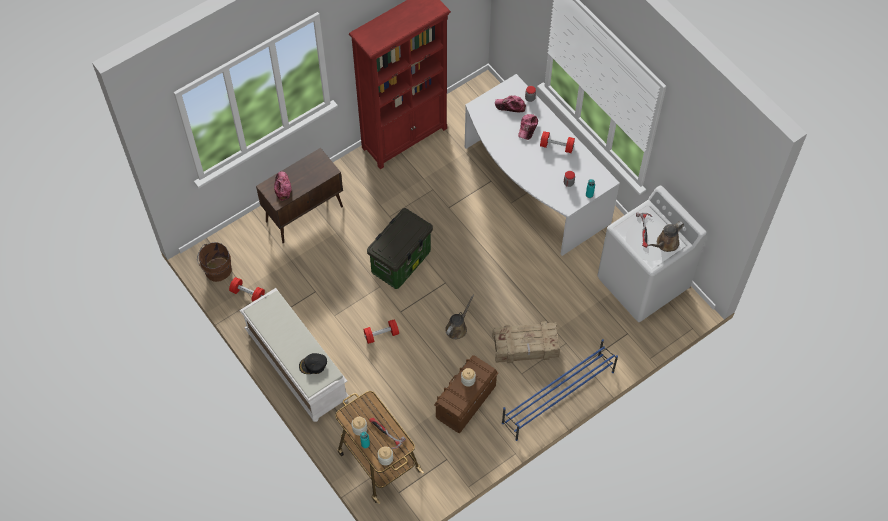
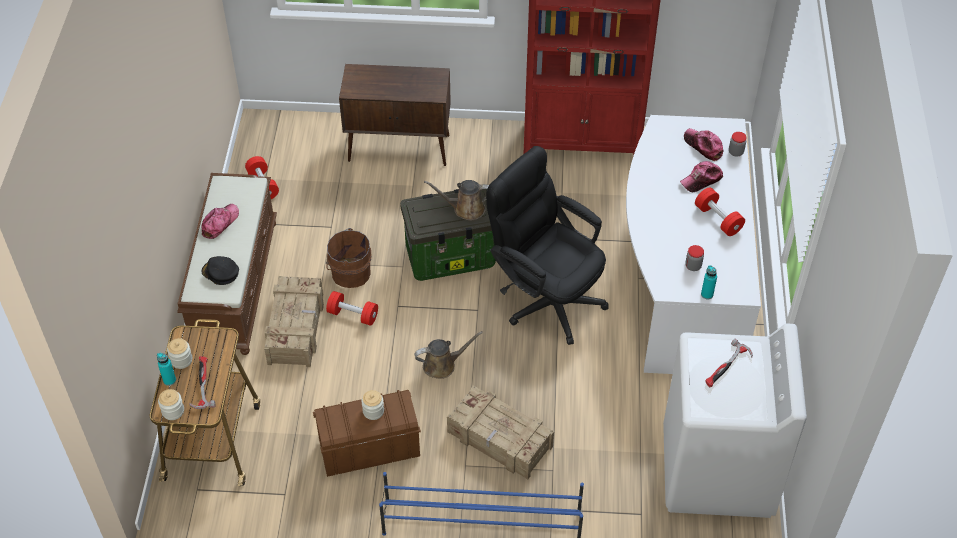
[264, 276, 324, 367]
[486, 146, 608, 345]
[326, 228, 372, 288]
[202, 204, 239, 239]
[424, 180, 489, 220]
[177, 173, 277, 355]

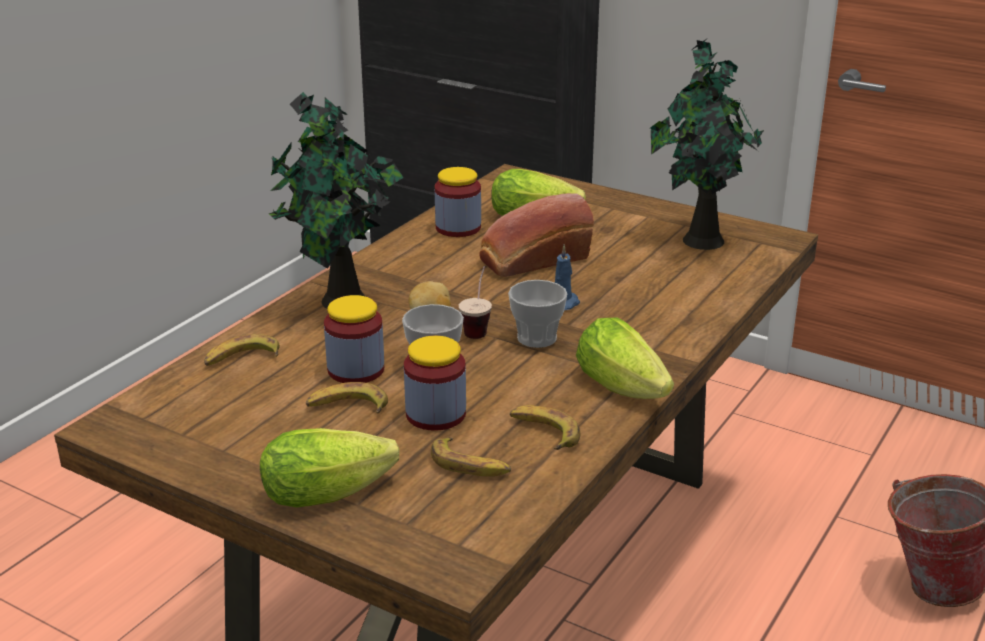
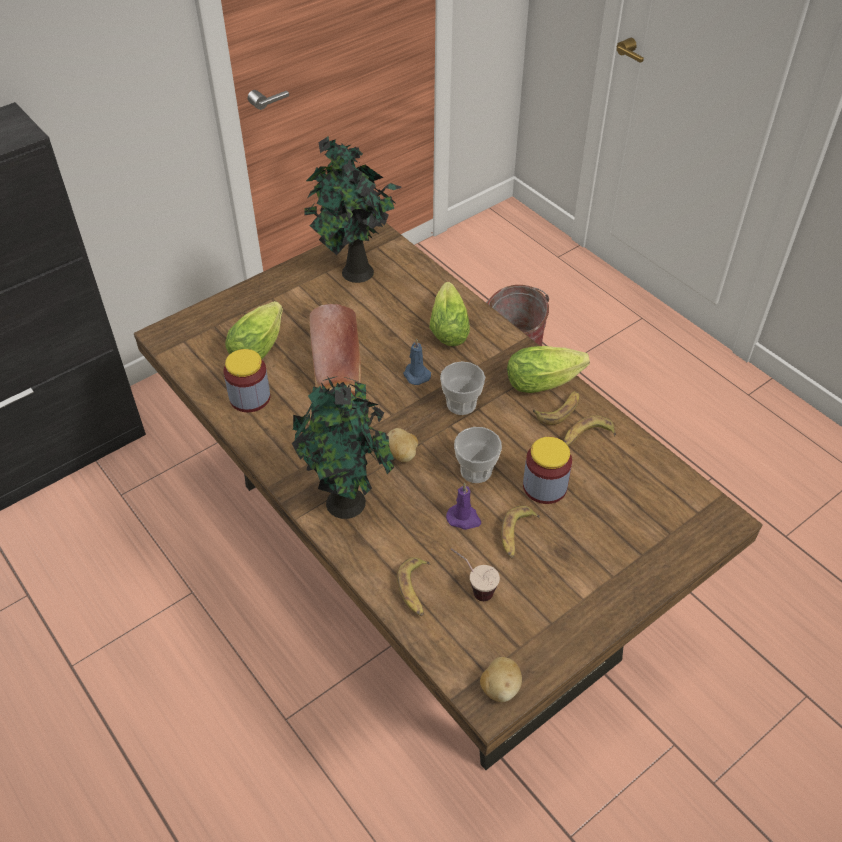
[480, 657, 522, 702]
[430, 282, 470, 346]
[533, 391, 579, 425]
[451, 548, 500, 601]
[446, 483, 481, 530]

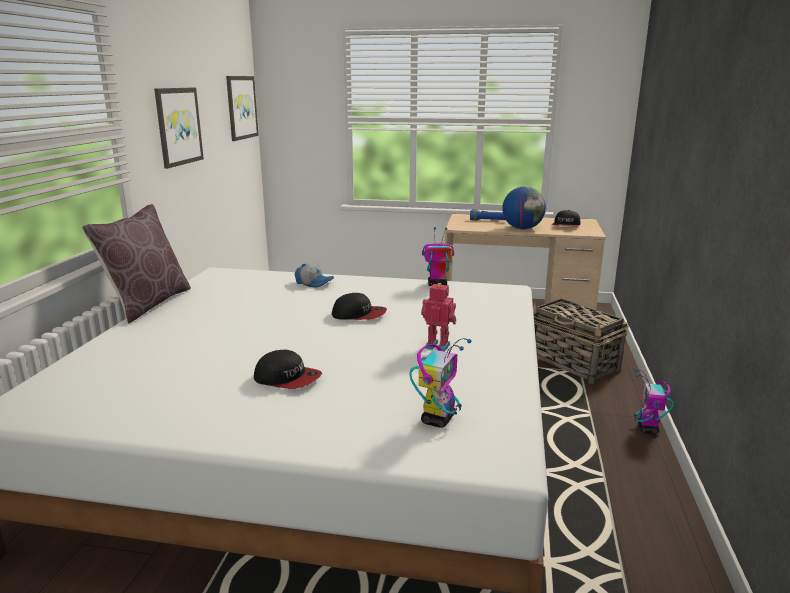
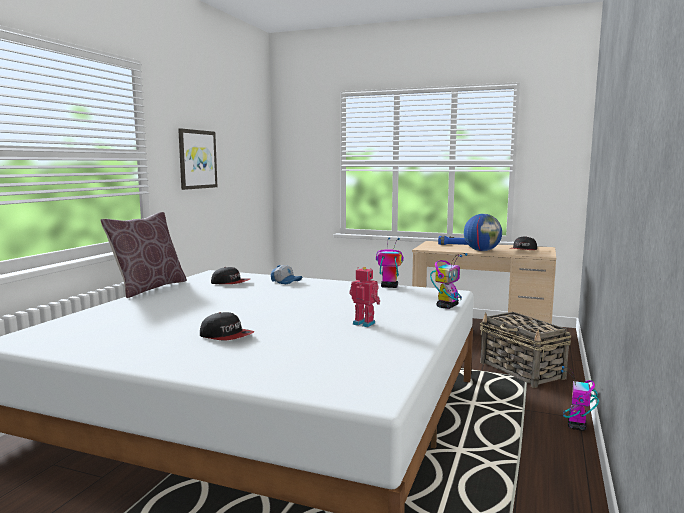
[226, 76, 259, 141] (first image)
[211, 267, 250, 284]
[430, 253, 468, 309]

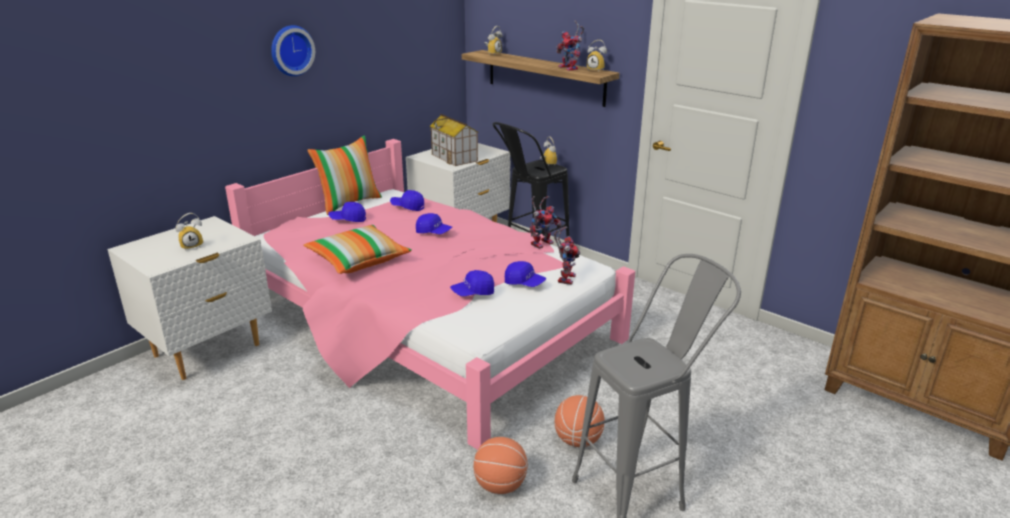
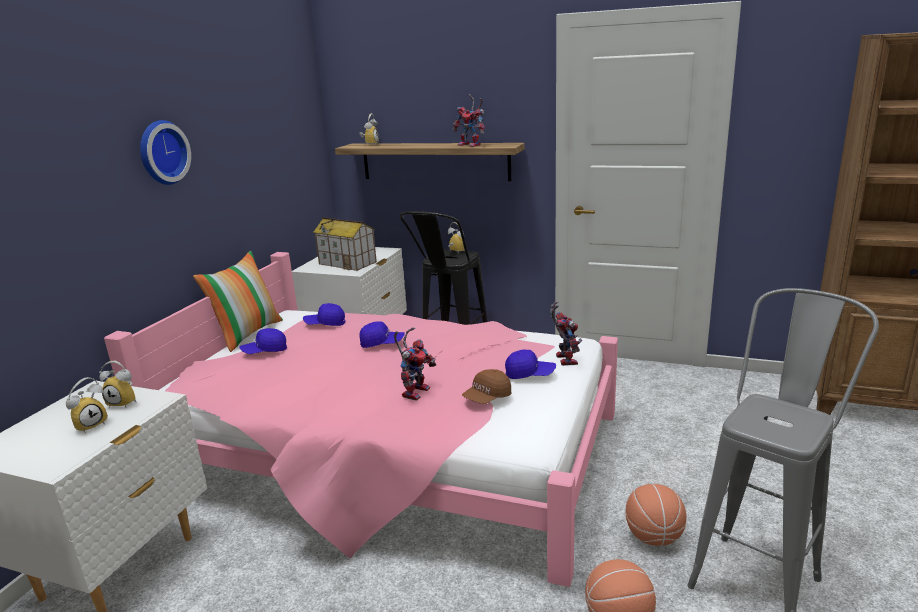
[303, 225, 412, 274] (first image)
[394, 327, 436, 401]
[99, 361, 137, 408]
[462, 369, 511, 404]

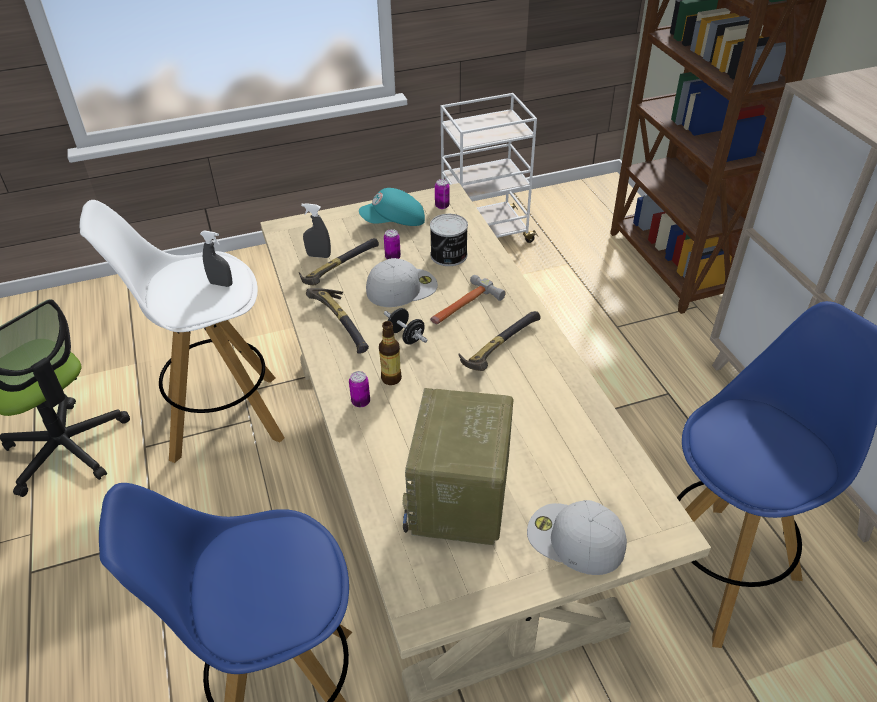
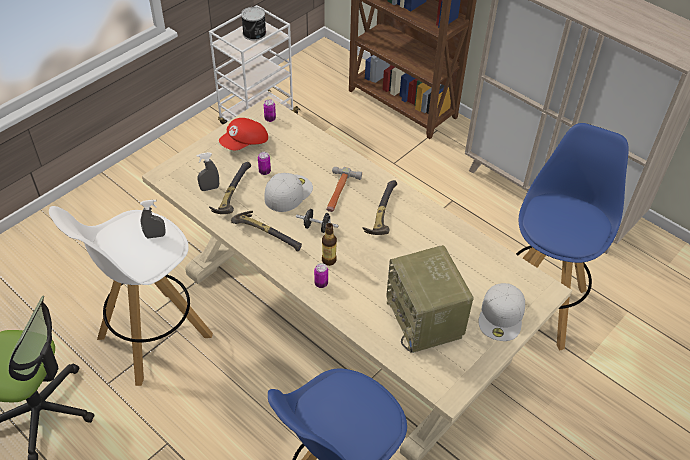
[241, 7, 266, 41]
[219, 118, 268, 150]
[479, 283, 525, 341]

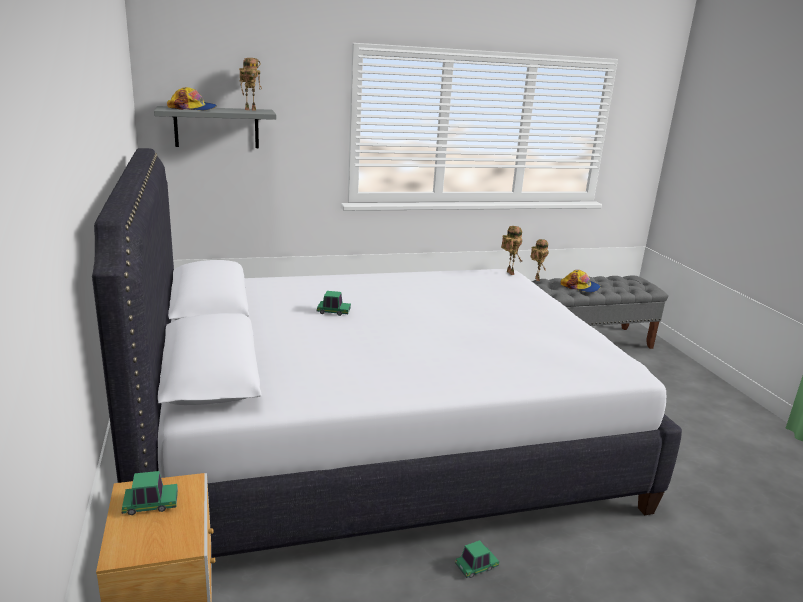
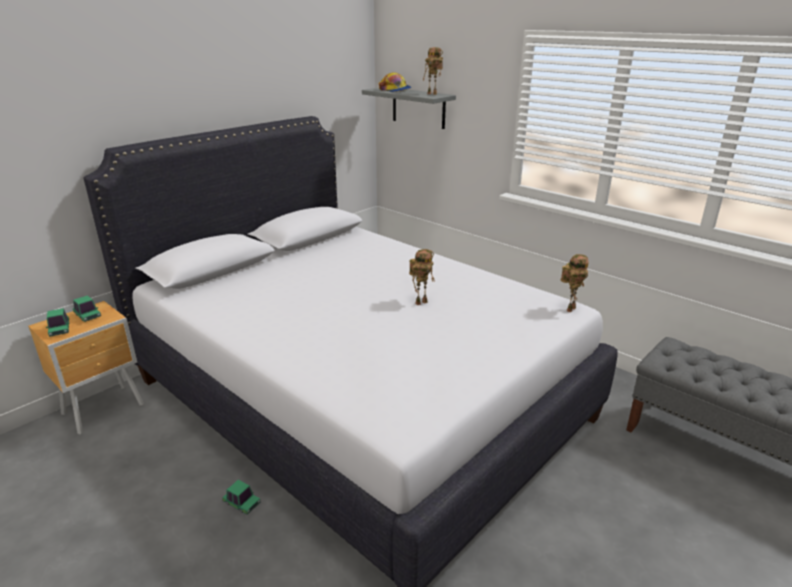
[561, 270, 600, 293] (first image)
[46, 308, 69, 337]
[409, 249, 435, 305]

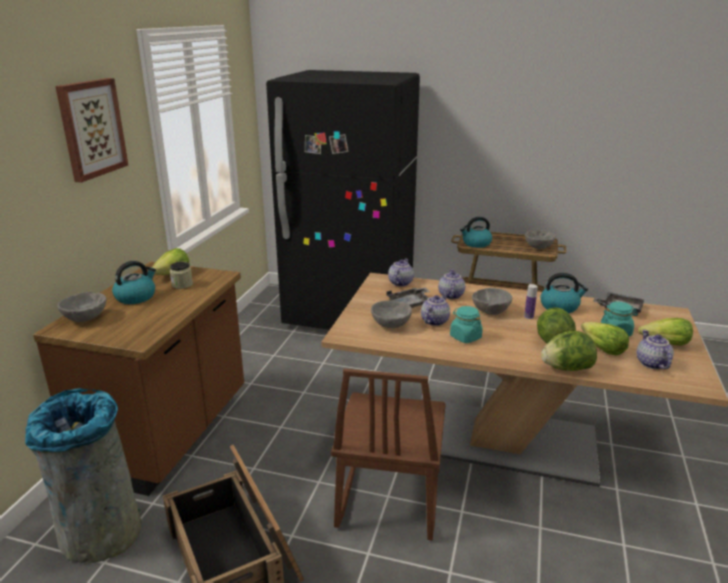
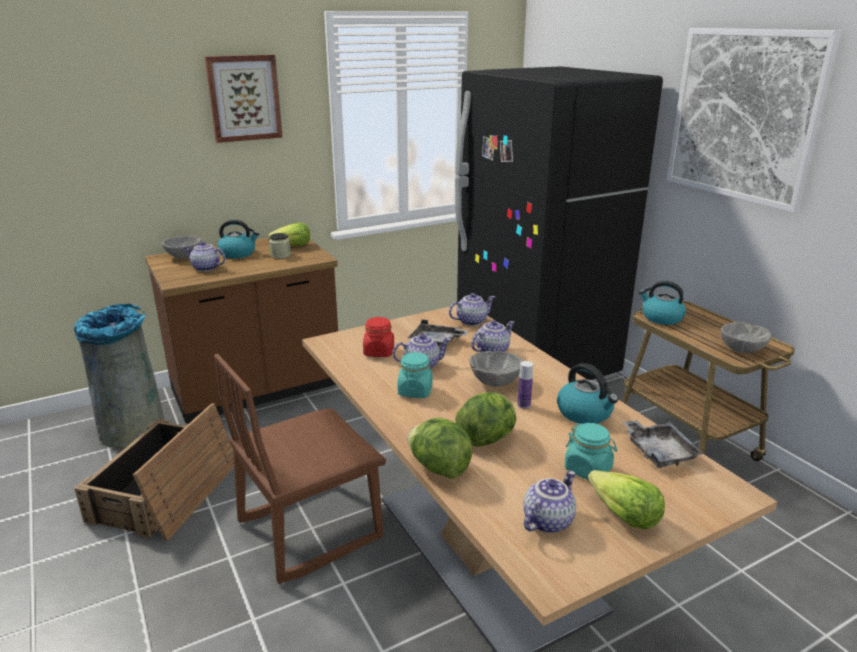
[581, 322, 629, 355] (first image)
[184, 242, 226, 272]
[667, 28, 842, 213]
[363, 317, 394, 357]

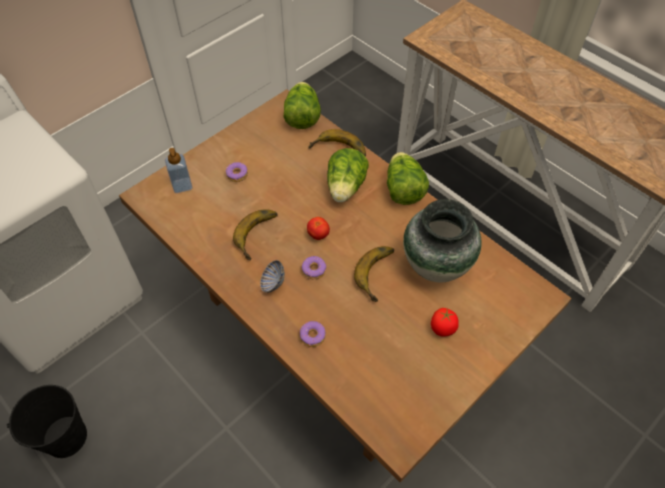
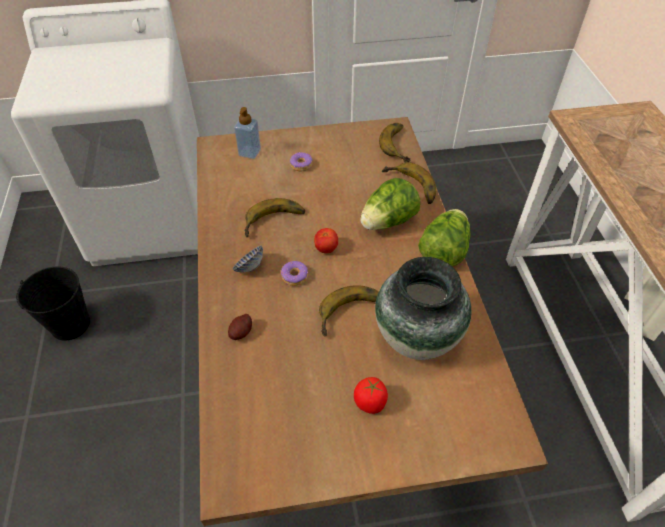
[379, 123, 410, 163]
[228, 314, 252, 340]

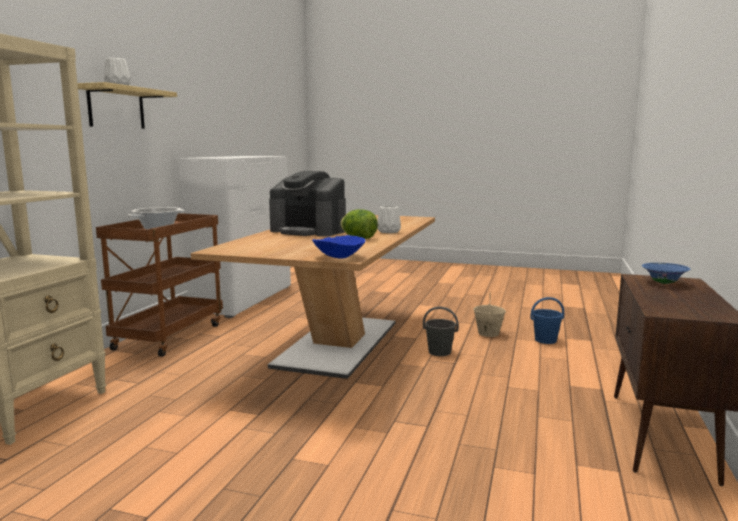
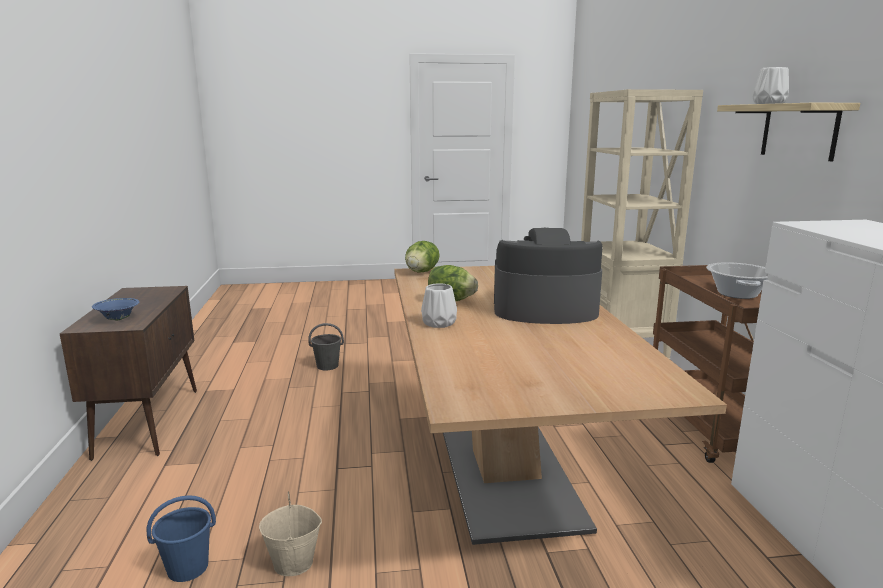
[308, 323, 344, 370]
[405, 241, 440, 273]

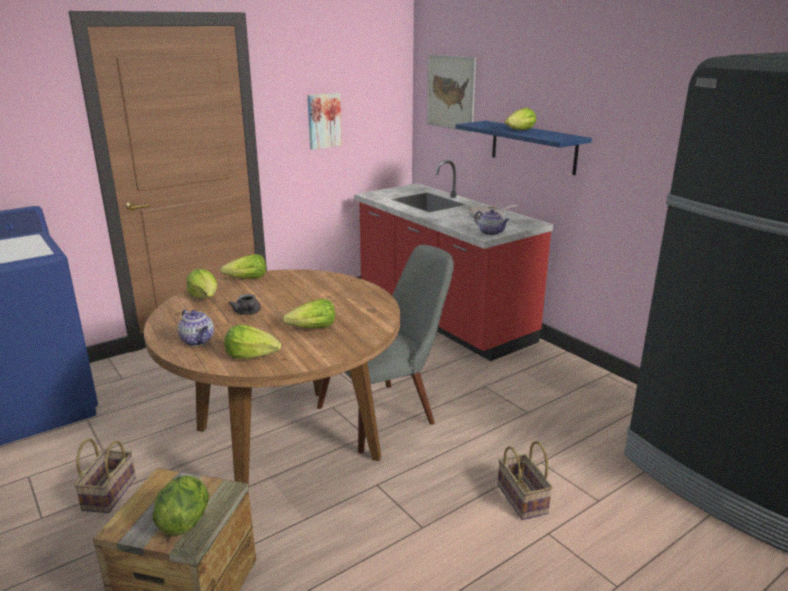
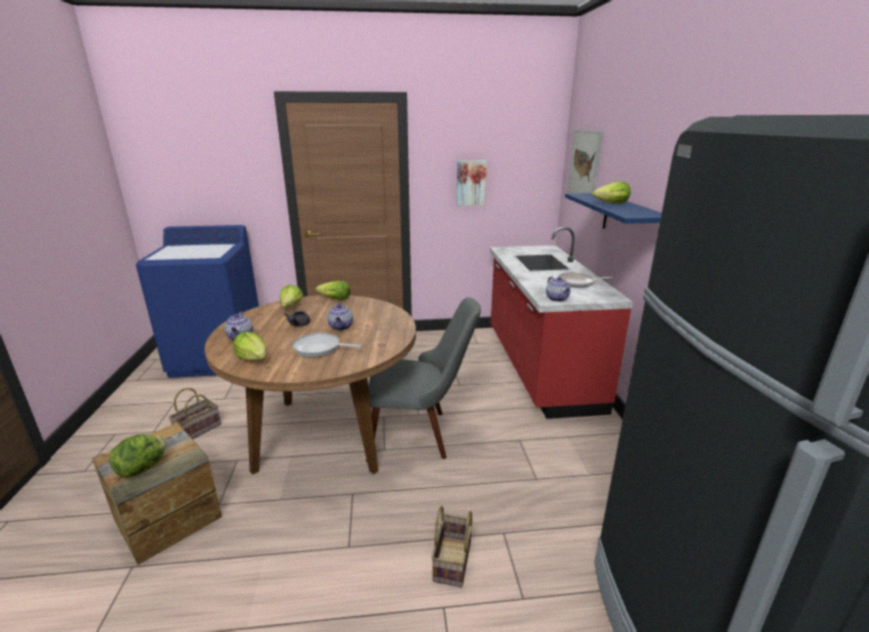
[327, 303, 353, 330]
[293, 333, 361, 357]

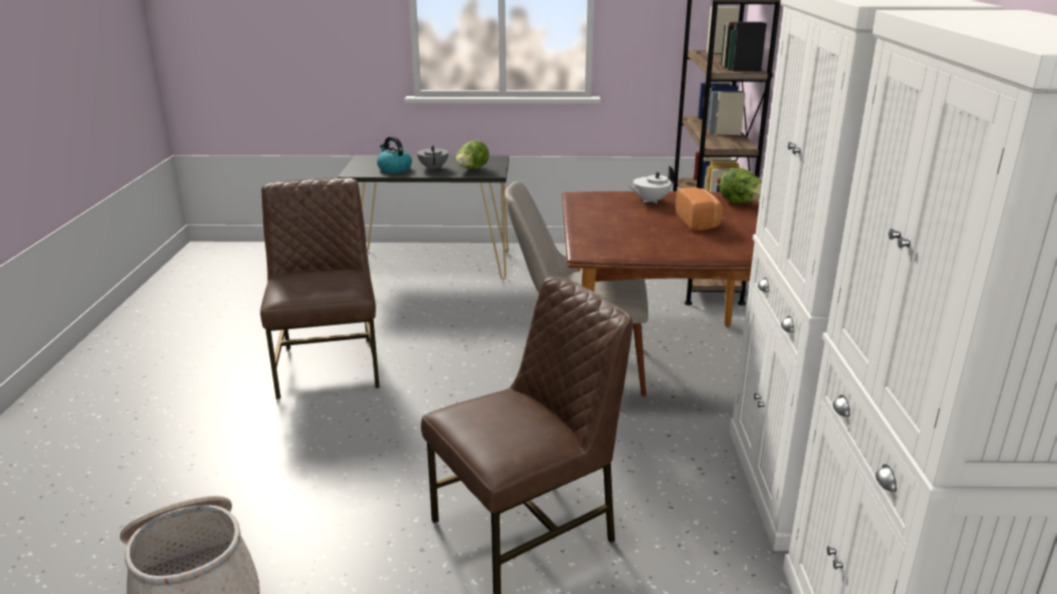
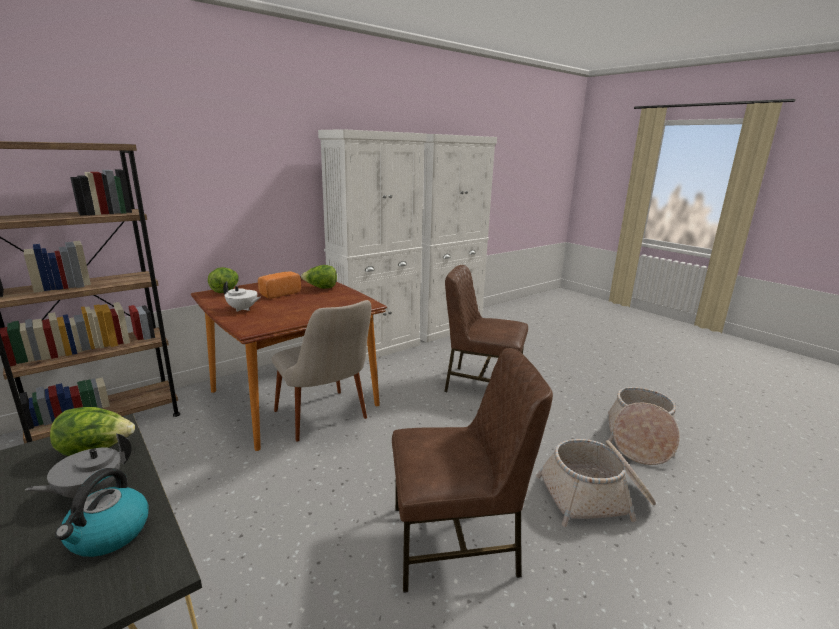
[301, 265, 337, 289]
[536, 439, 656, 527]
[392, 348, 553, 593]

